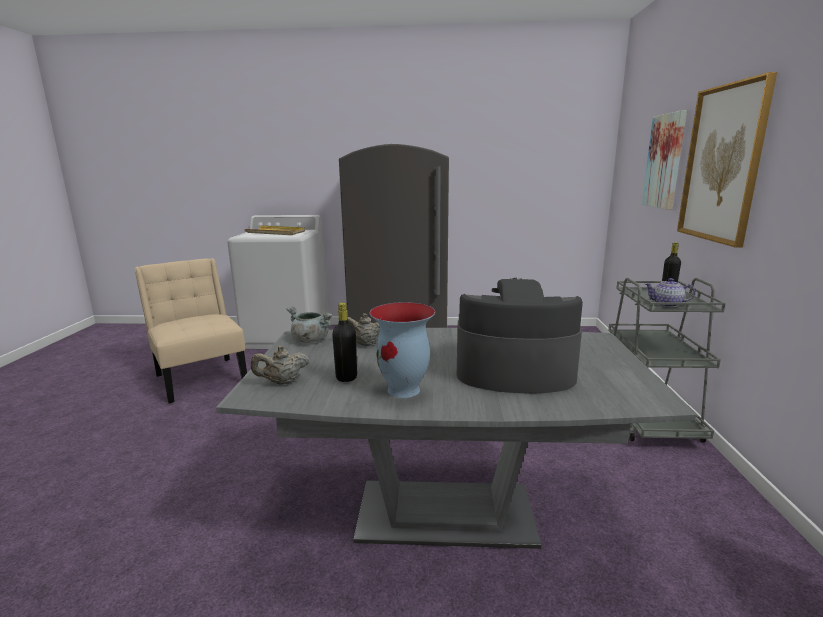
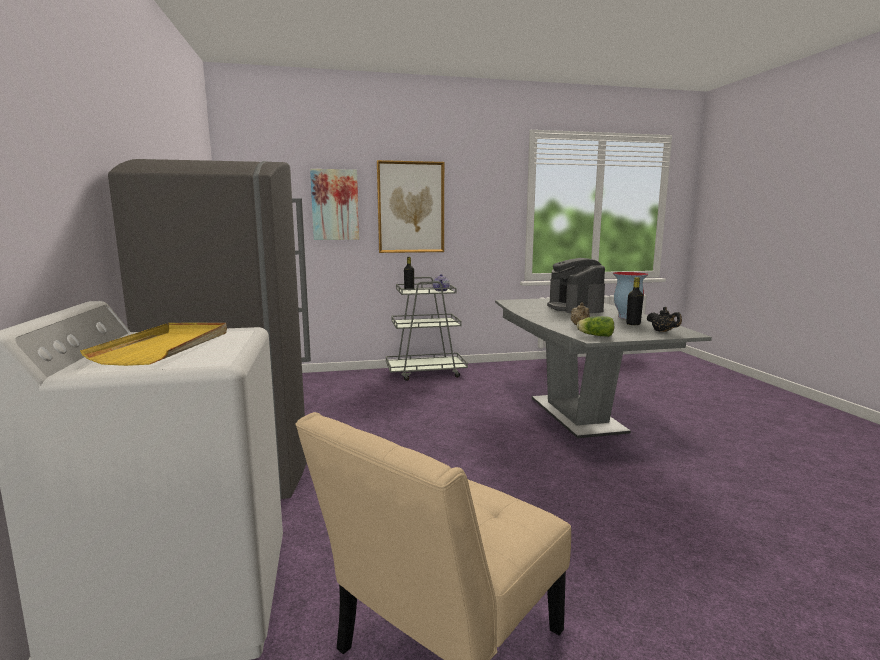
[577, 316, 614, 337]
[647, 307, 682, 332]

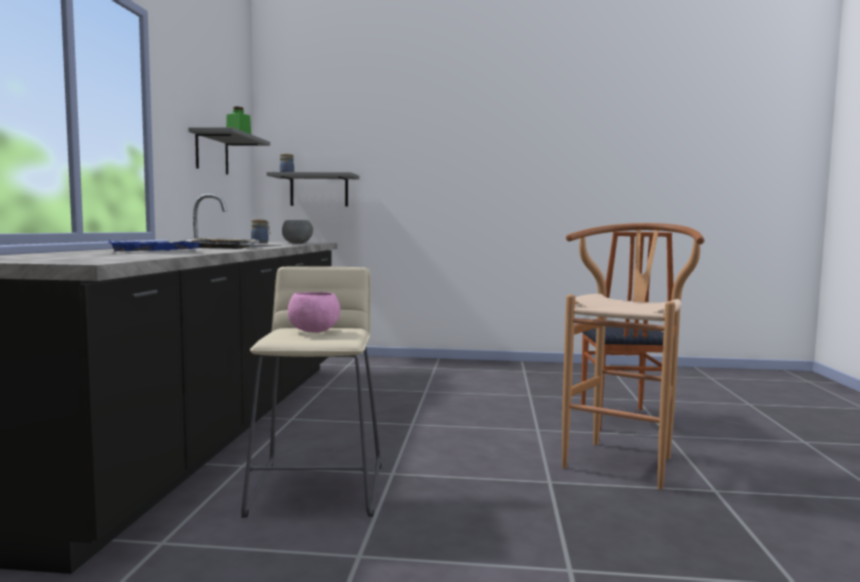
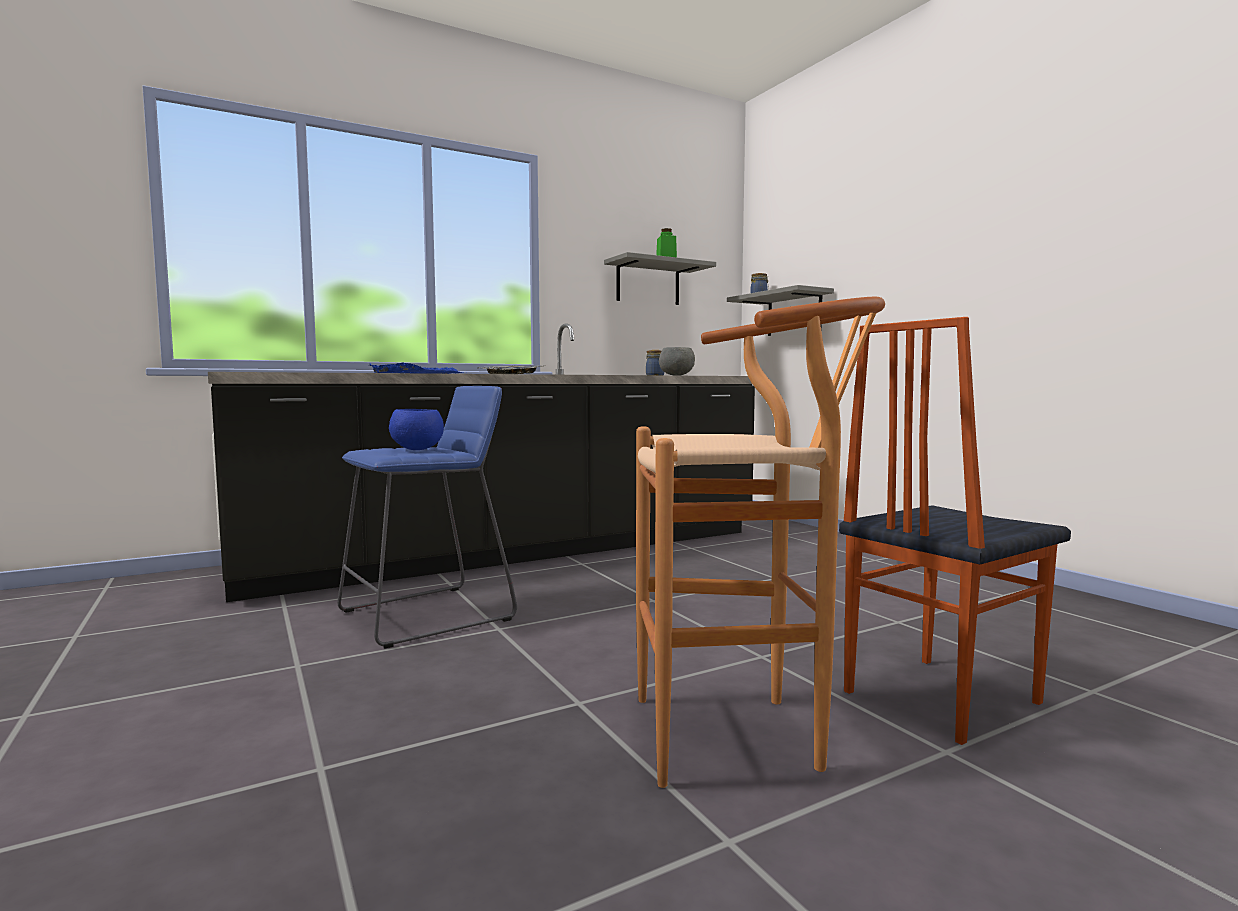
[337, 386, 517, 649]
[389, 409, 444, 450]

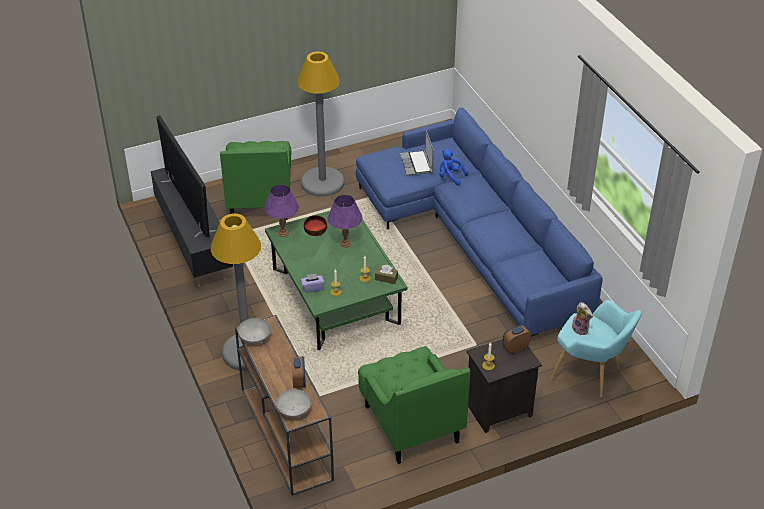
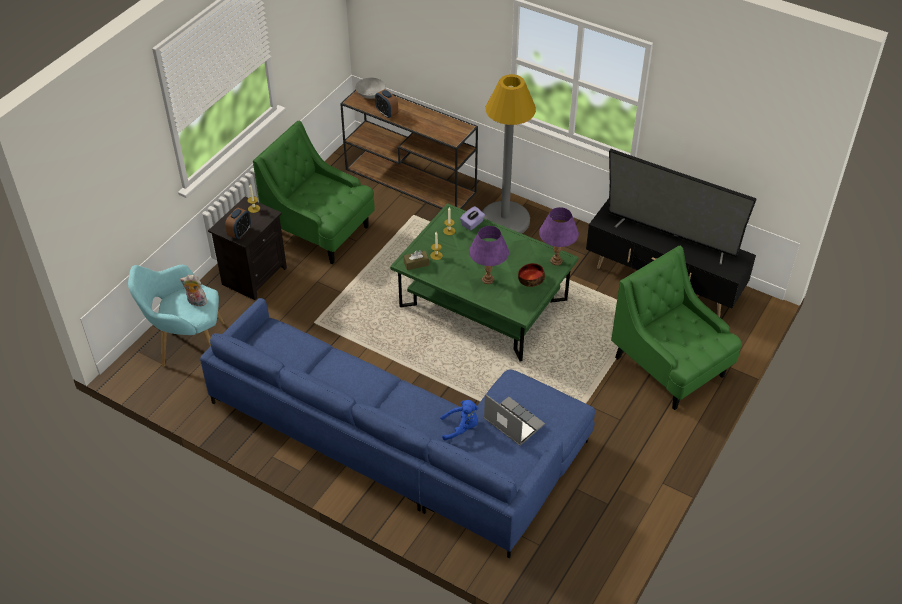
[238, 318, 271, 343] (first image)
[297, 51, 344, 197] (first image)

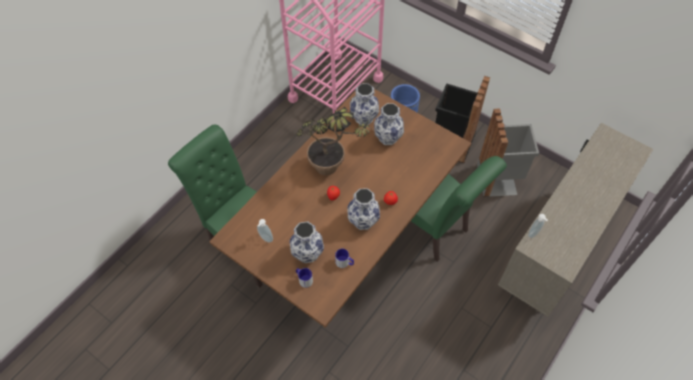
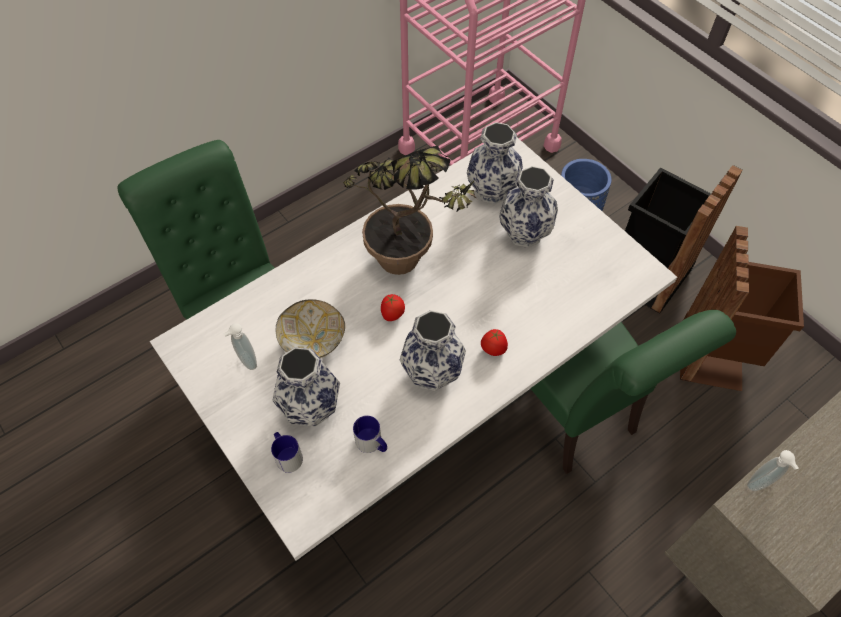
[276, 299, 345, 358]
[150, 138, 677, 561]
[680, 226, 804, 391]

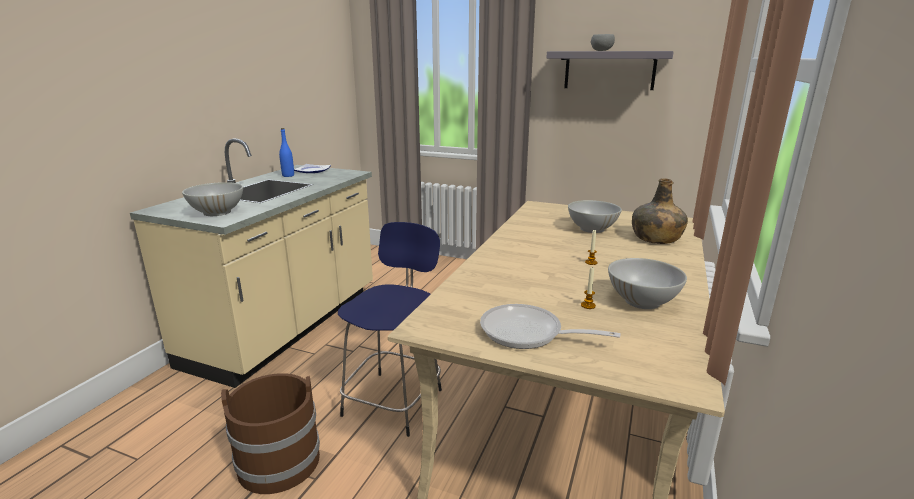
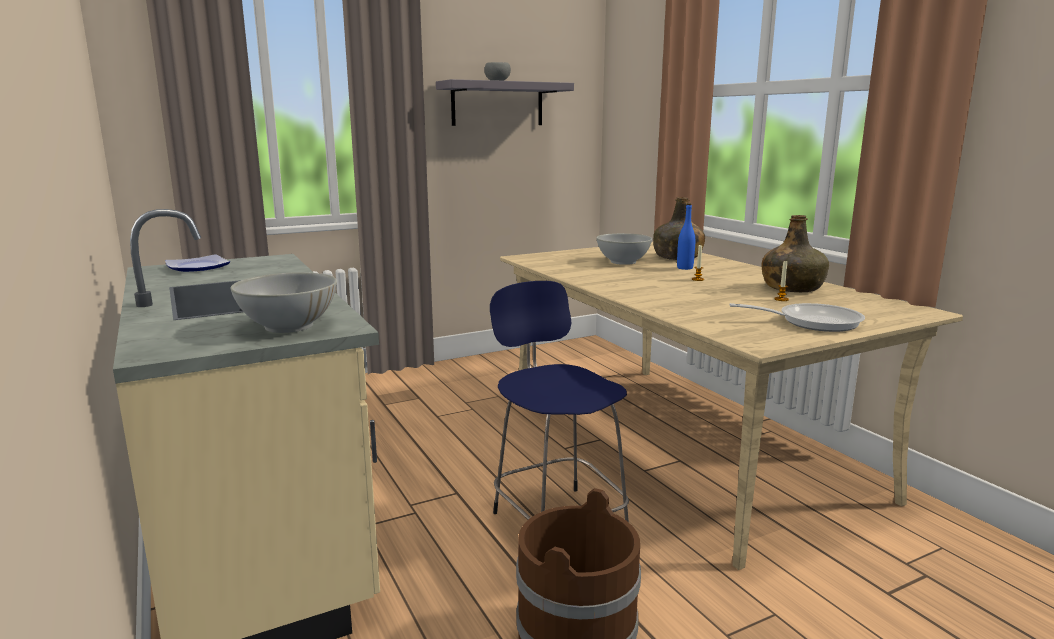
[677, 203, 695, 270]
[762, 215, 829, 292]
[729, 303, 865, 332]

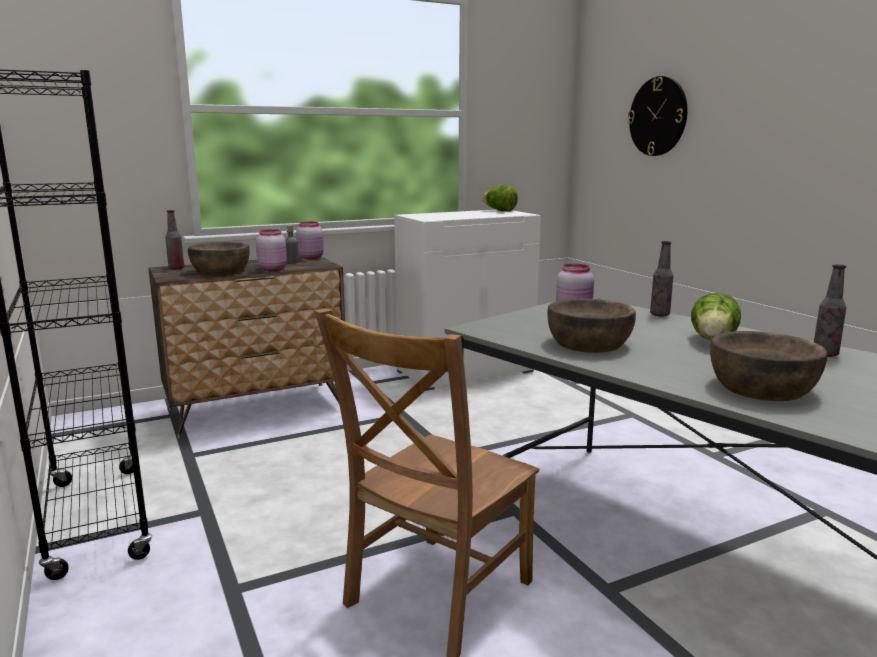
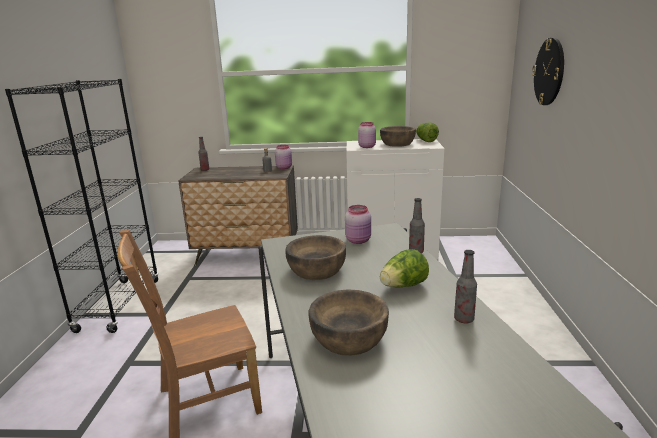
[380, 126, 416, 147]
[358, 122, 376, 148]

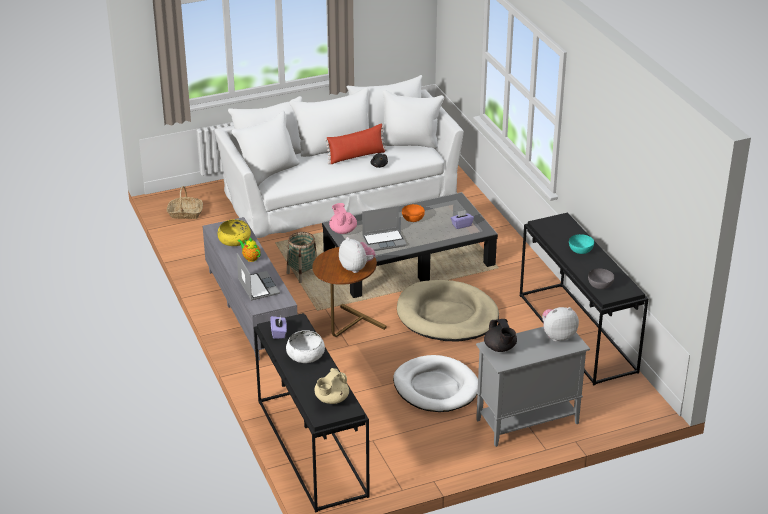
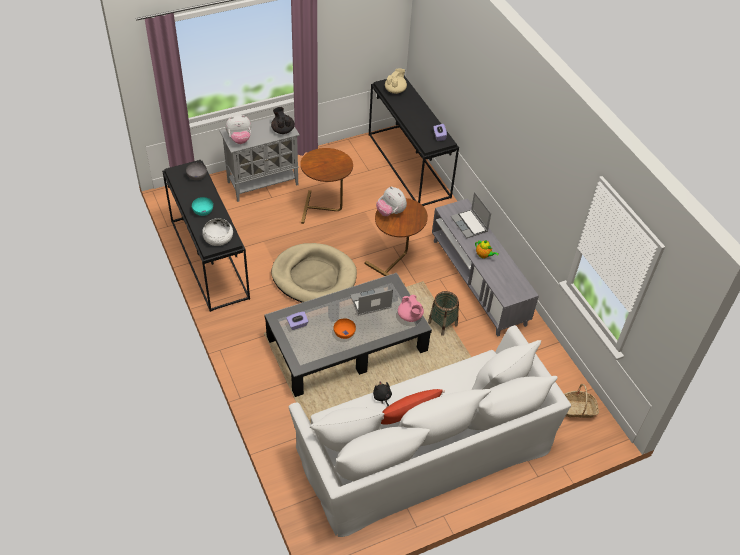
[217, 219, 251, 246] (first image)
[202, 218, 233, 246]
[300, 148, 353, 224]

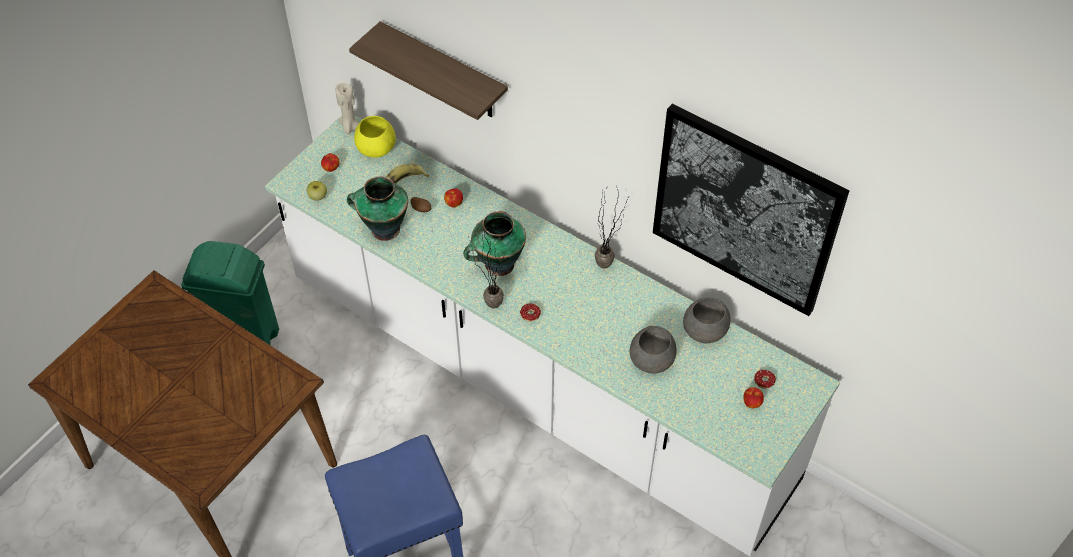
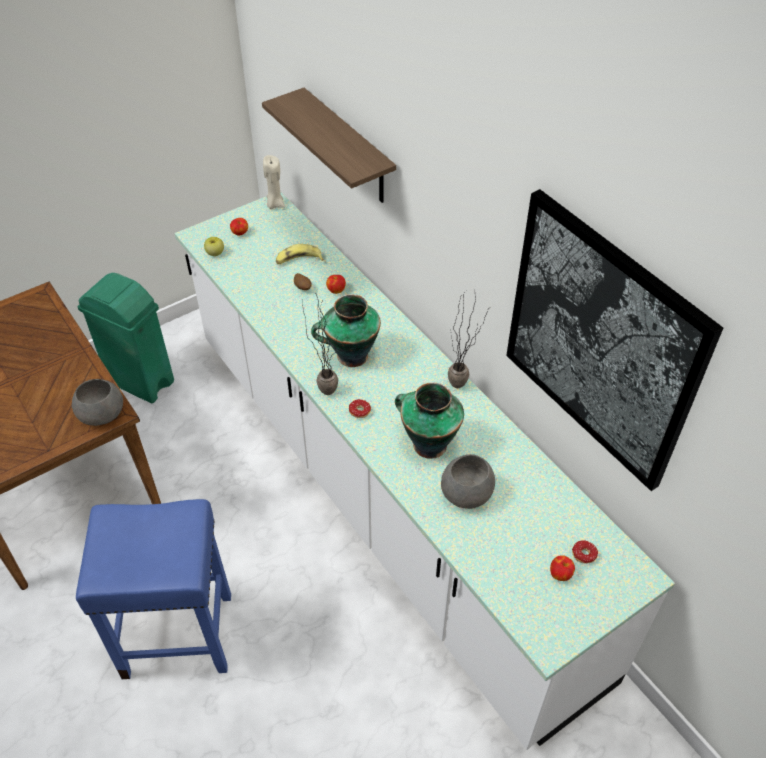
[354, 116, 396, 158] (first image)
[395, 382, 464, 459]
[72, 379, 123, 426]

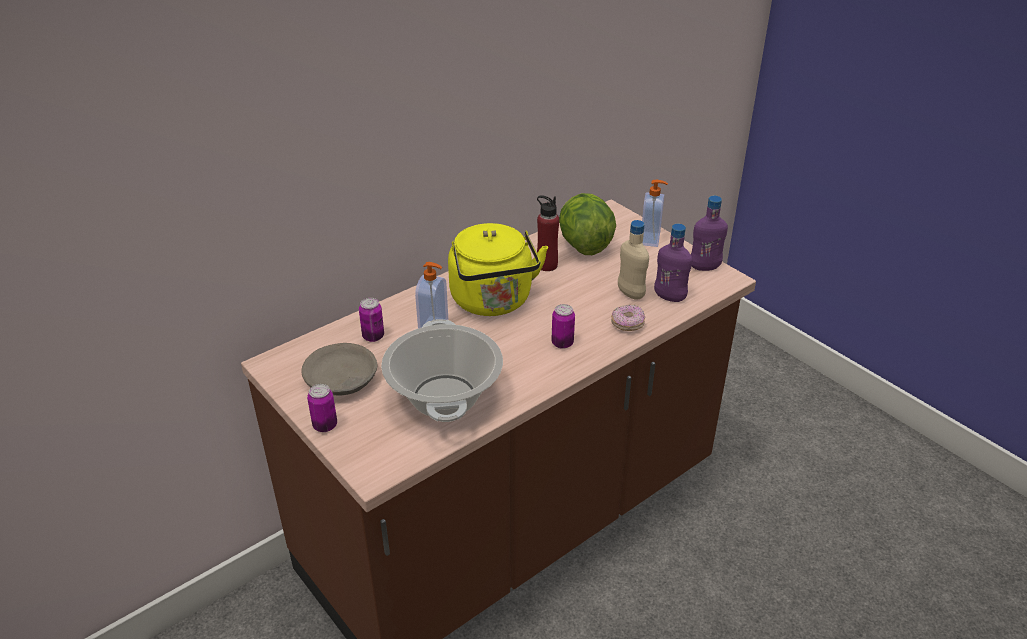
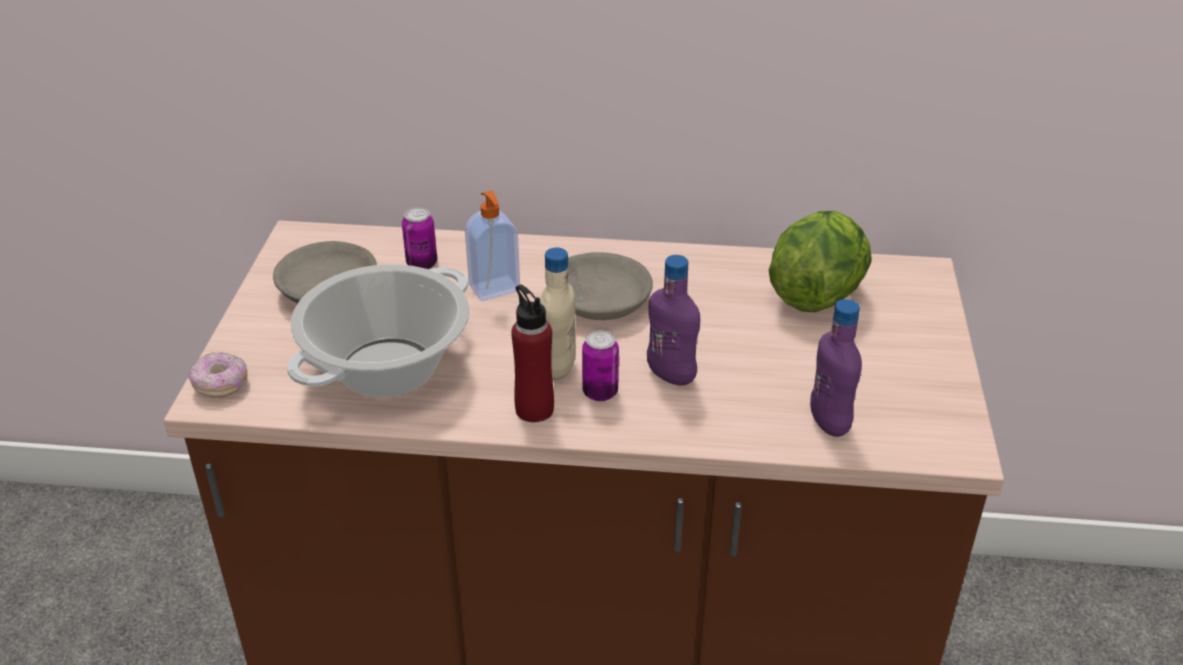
[307, 384, 337, 432] (first image)
[642, 180, 668, 247] (first image)
[511, 285, 554, 422]
[188, 352, 247, 398]
[540, 247, 576, 380]
[647, 255, 700, 386]
[568, 252, 653, 320]

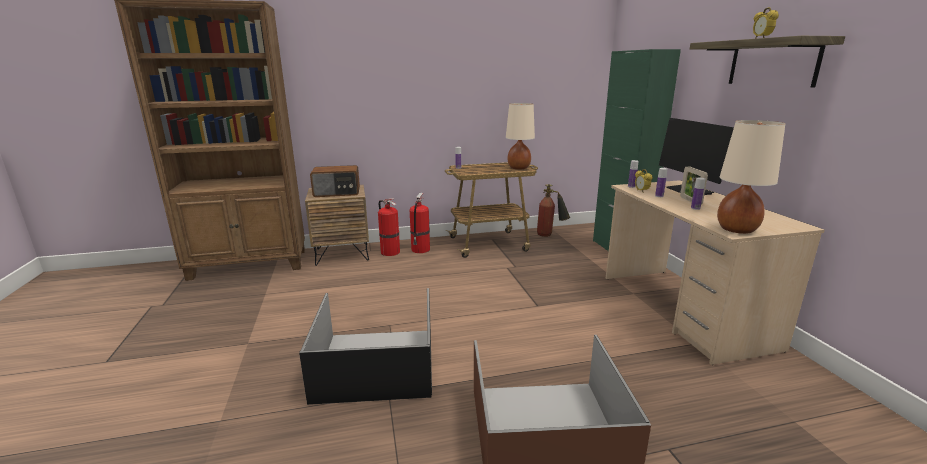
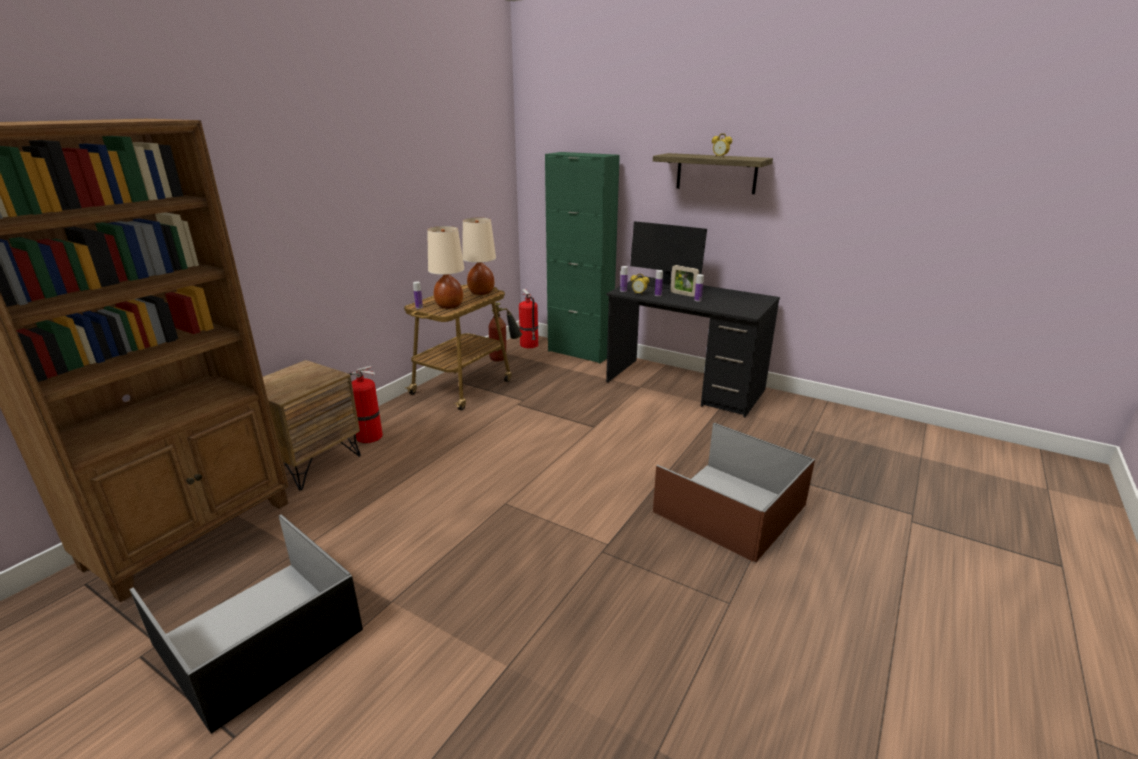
[310, 165, 360, 197] (first image)
[129, 514, 363, 734]
[519, 289, 538, 348]
[427, 226, 464, 309]
[606, 276, 780, 417]

